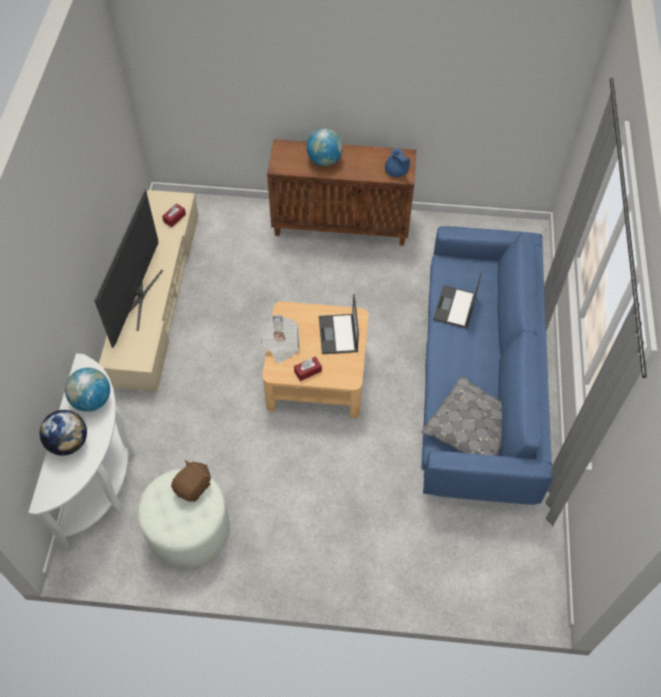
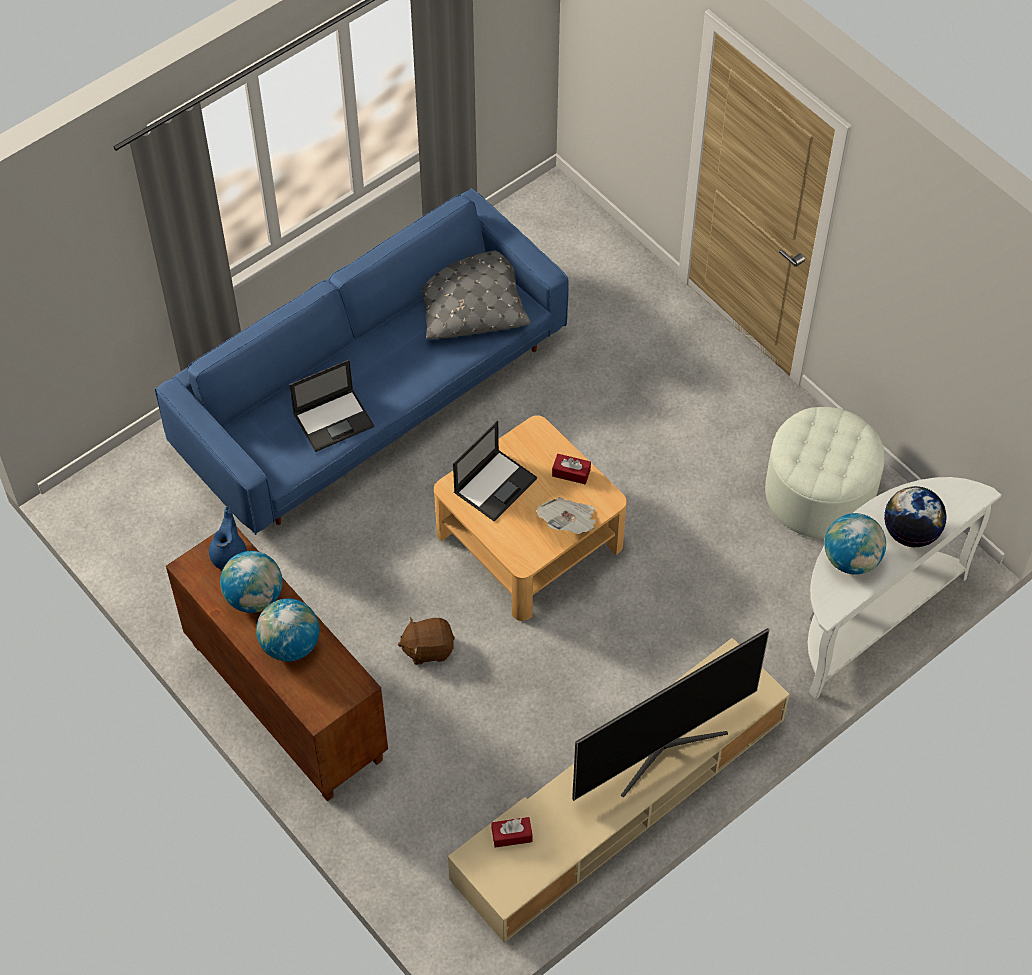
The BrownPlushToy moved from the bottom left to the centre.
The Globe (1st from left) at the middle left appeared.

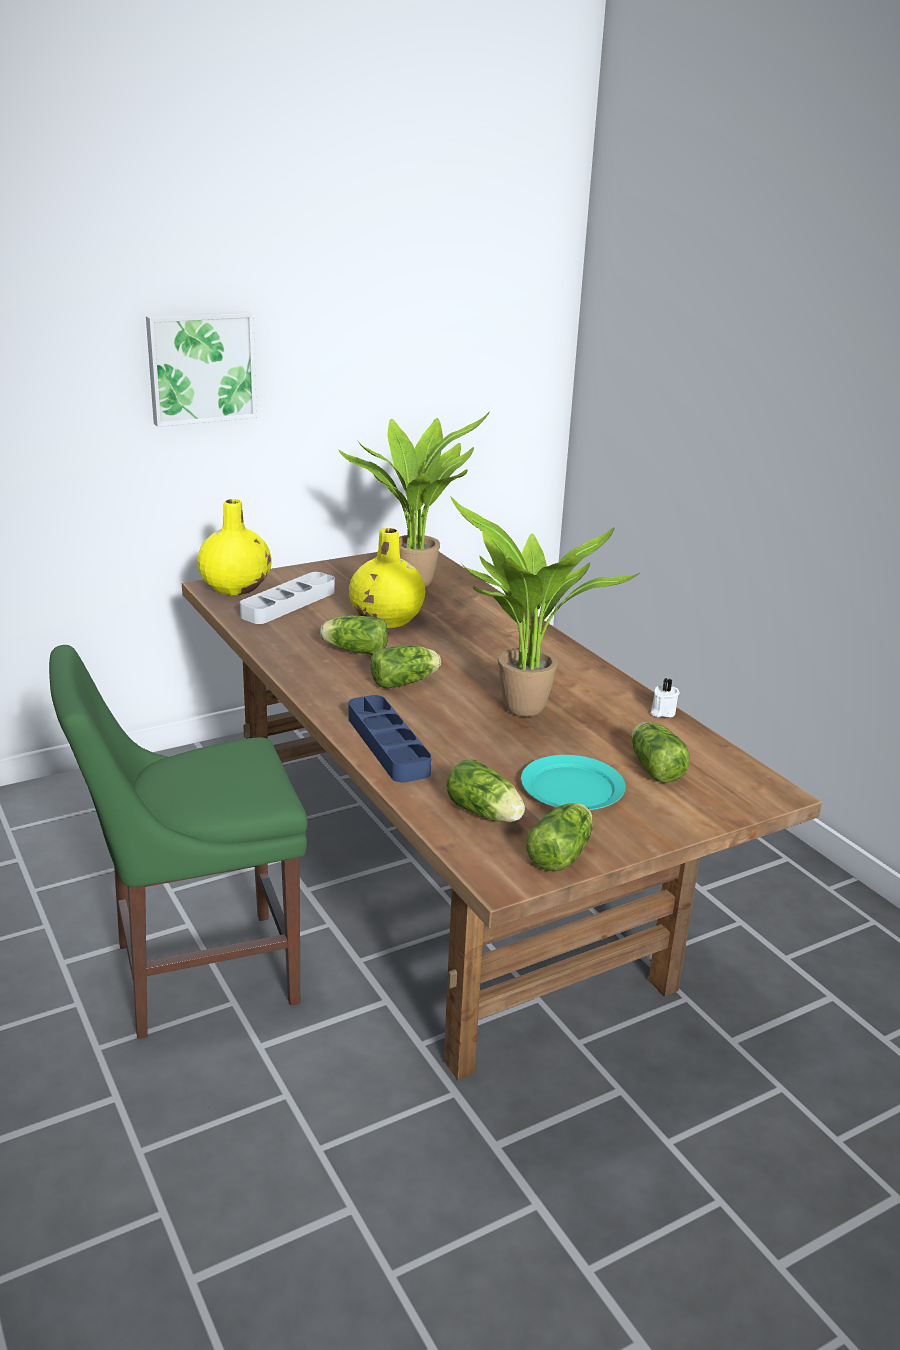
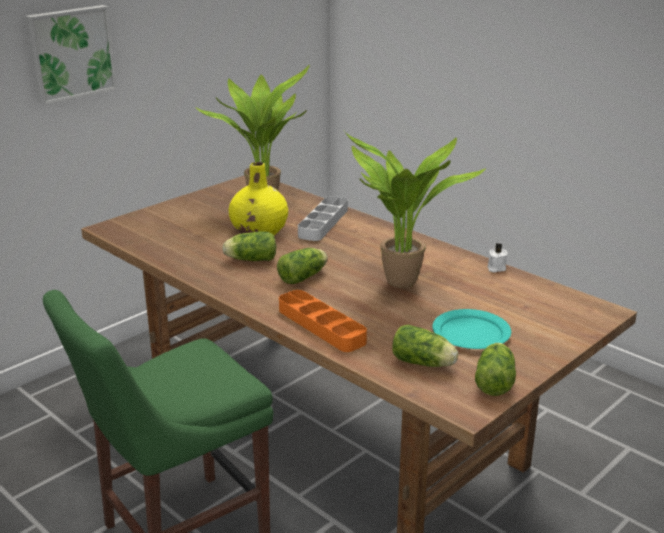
The YellowVase (1st from left) at the middle left disappeared.
The GreyTray moved from the middle left to the centre.
The BlueTray at the centre became the OrangeTray at the centre.
The Lettuce (5th from left) at the middle right disappeared.

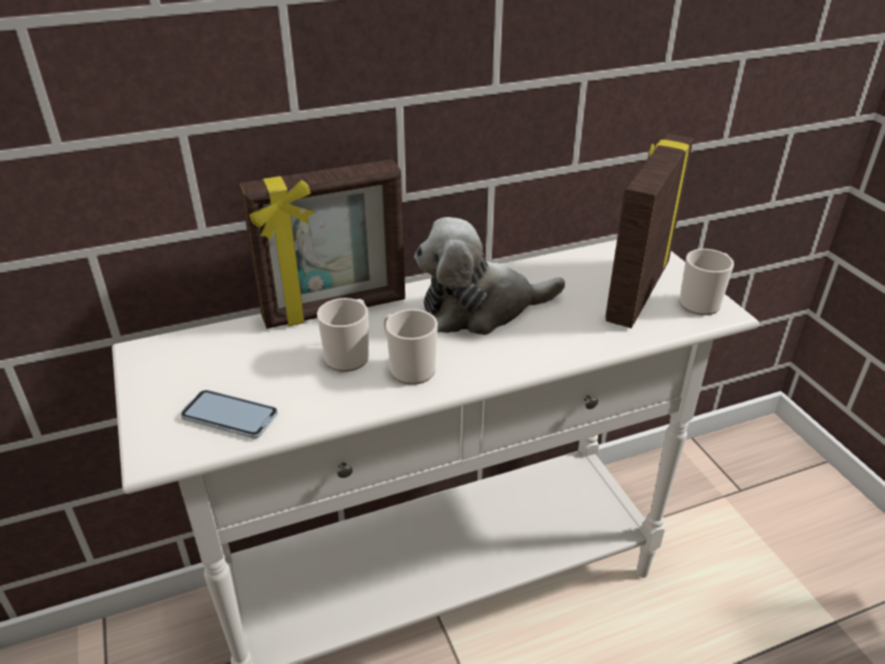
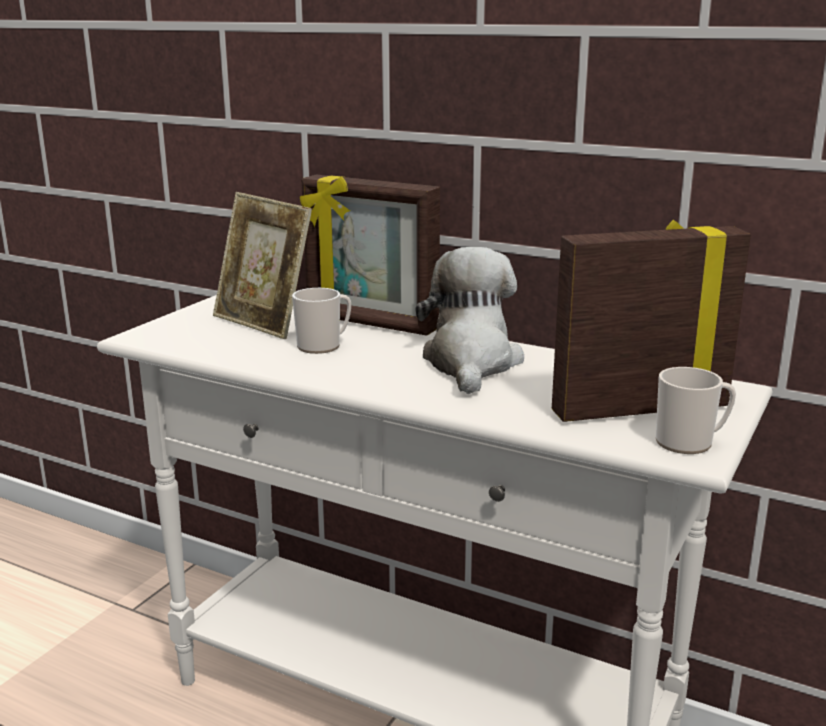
The PlushToy at the centre turned 60 degrees clockwise.
The Mug (2nd from left) at the centre disappeared.
The Phone at the middle left disappeared.
The PictureFrame (1st from left) at the middle left appeared.

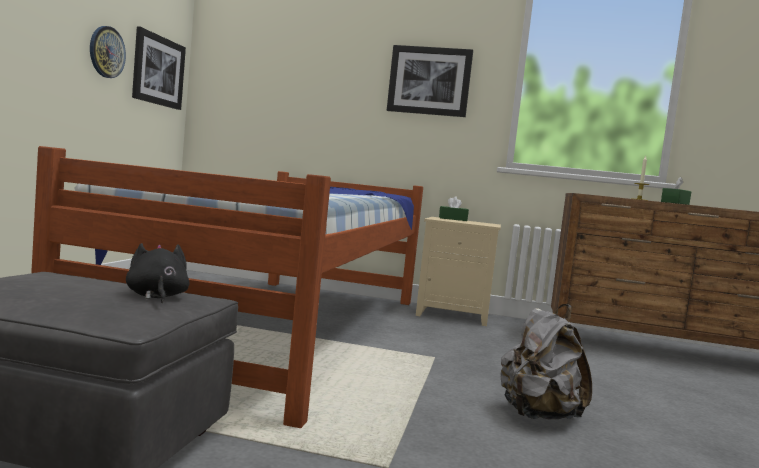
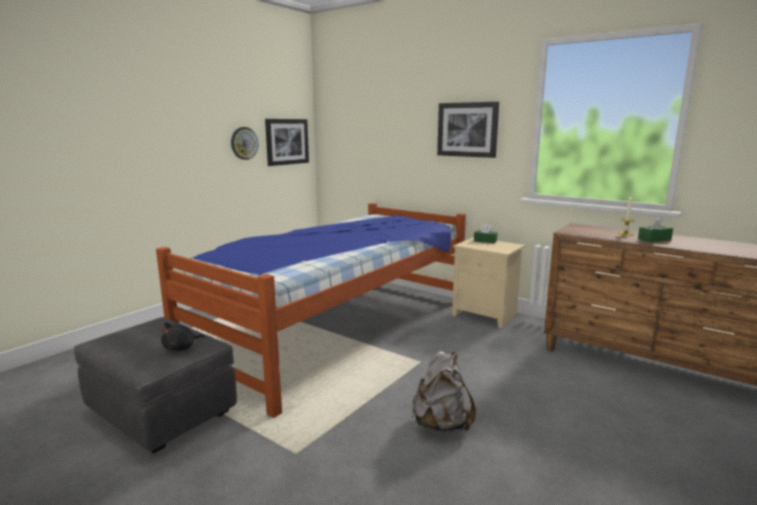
The BlackPlushToy at the middle left turned 135 degrees counterclockwise.

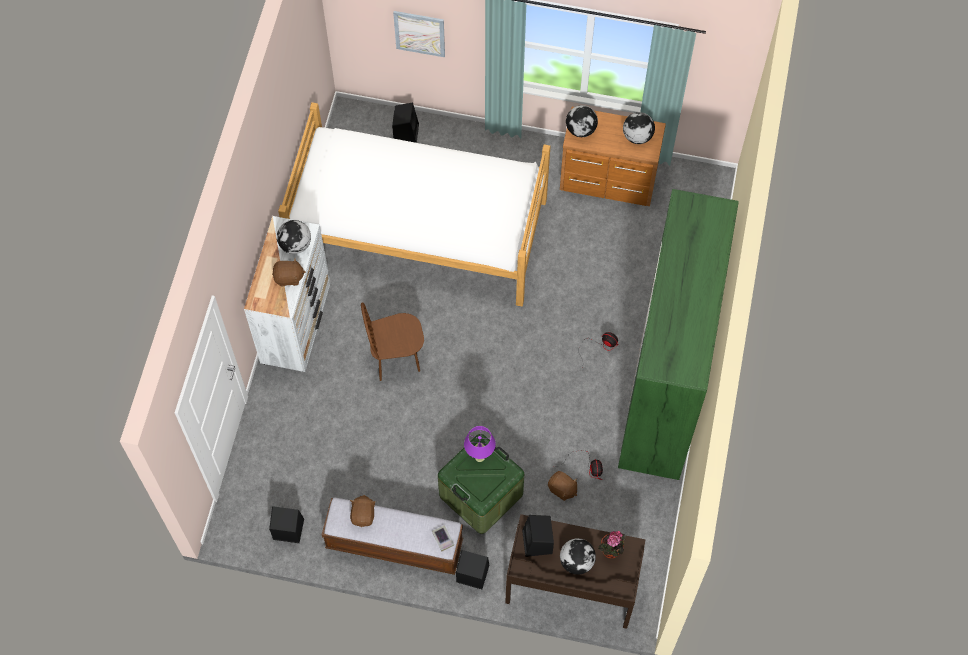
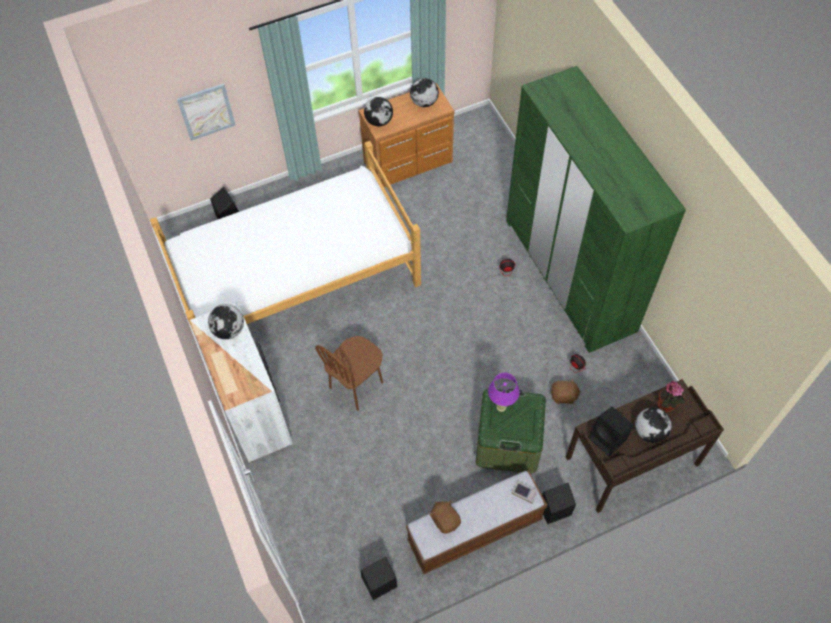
The BrownPlushToy (1st from left) at the middle left disappeared.

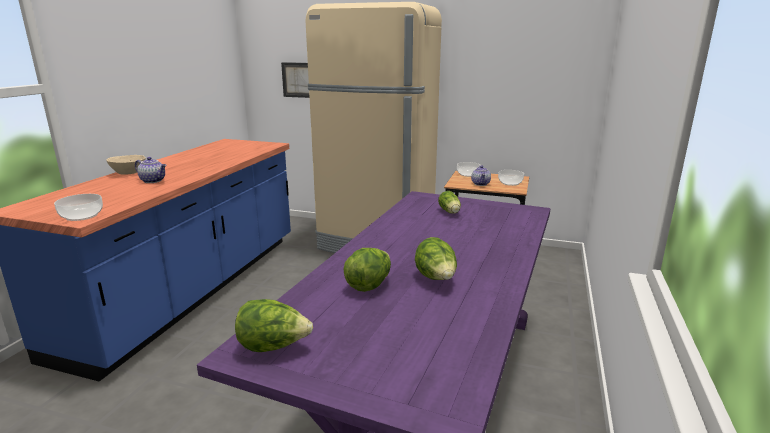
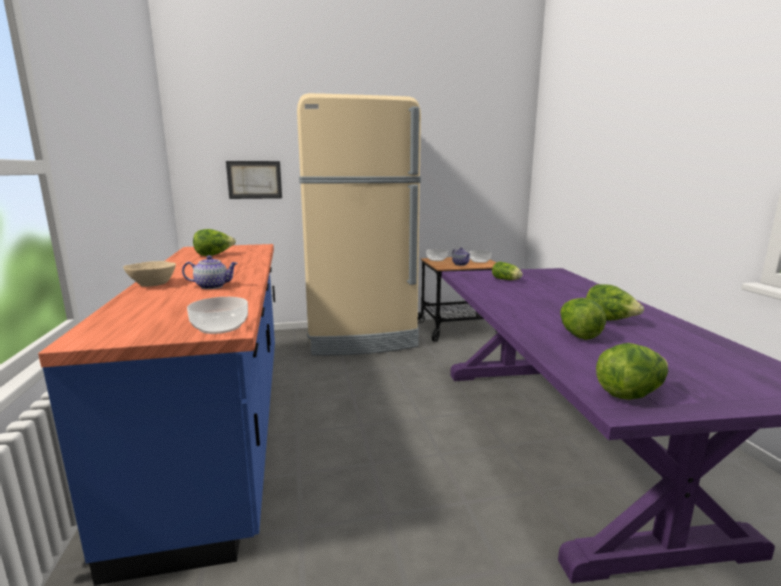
The Lettuce (1st from left) at the middle left appeared.

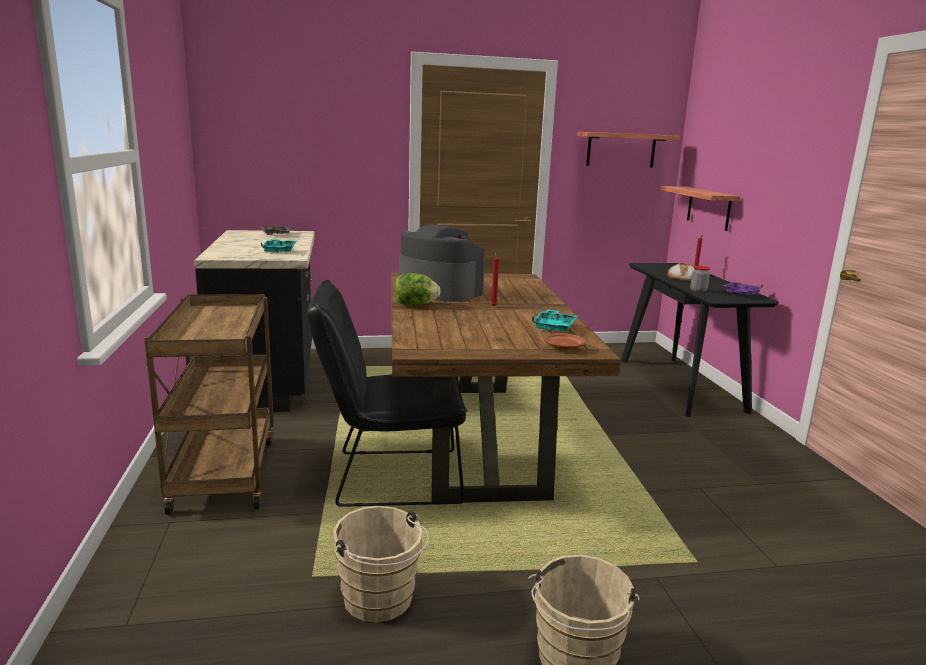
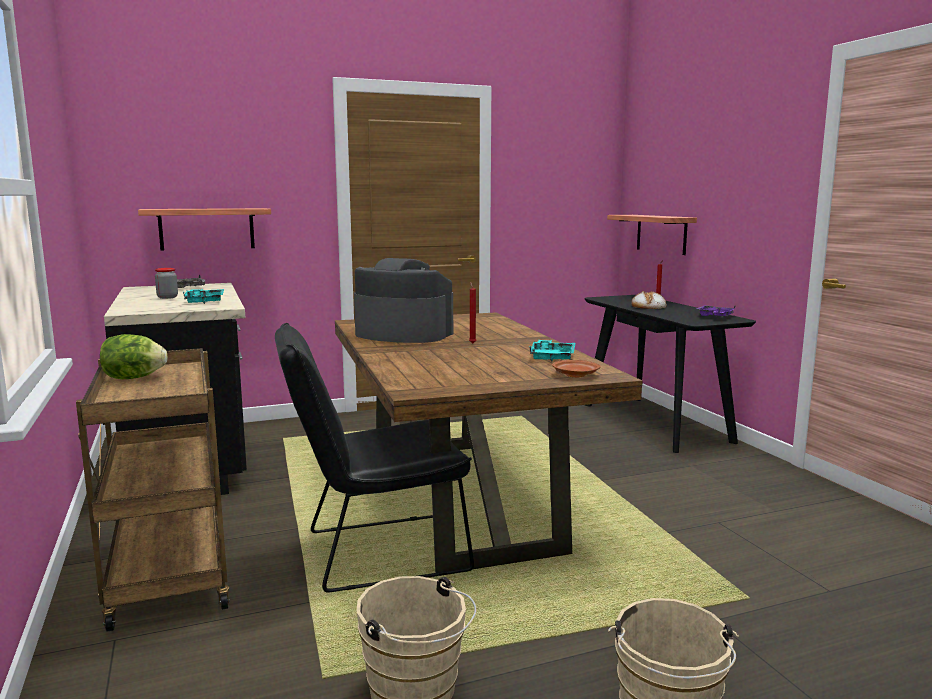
The Shelf (1st from left) moved from the top right to the top left.
The Jar moved from the middle right to the middle left.
The Lettuce moved from the centre to the middle left.

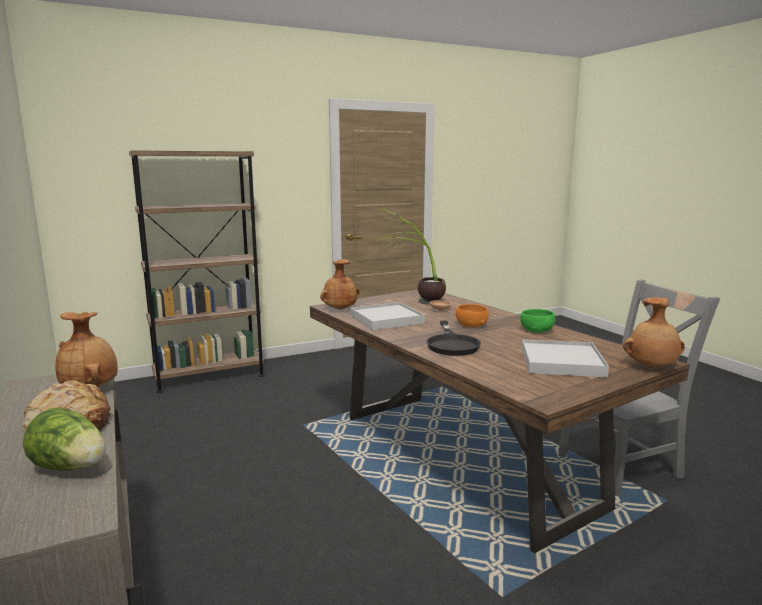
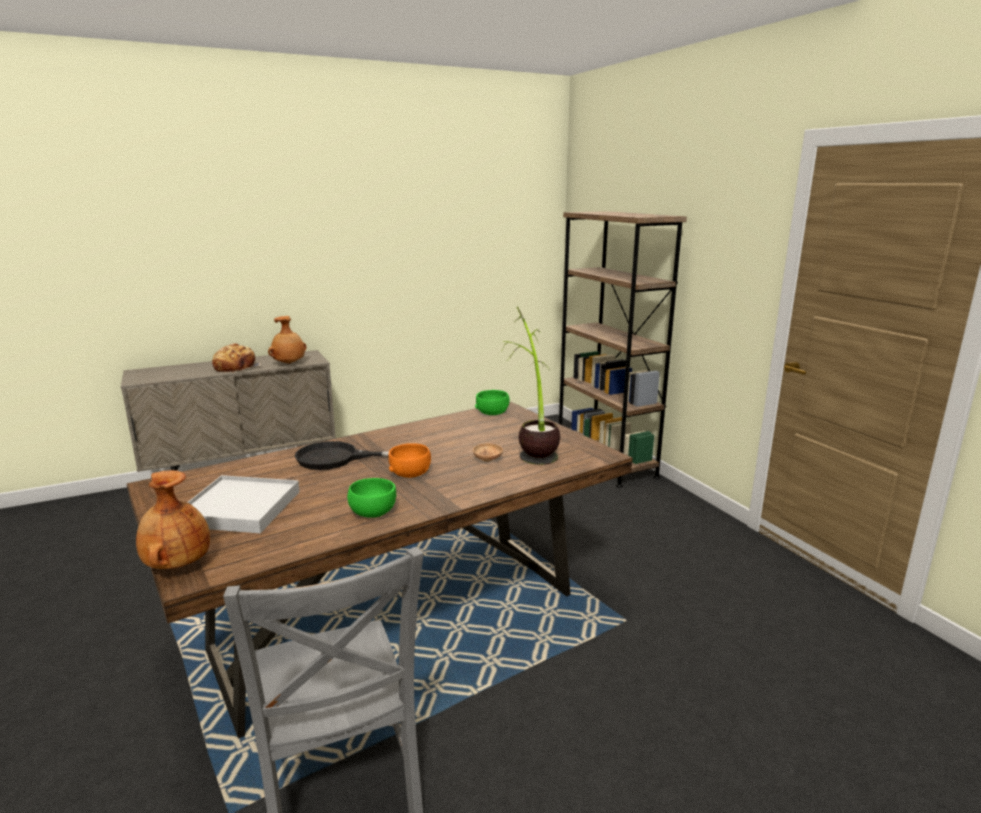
The BrownVase (2nd from left) at the centre was replaced by the GreenBowl (2nd from left) at the centre.
The WhiteTray (1st from left) at the centre disappeared.
The Lettuce at the bottom left disappeared.

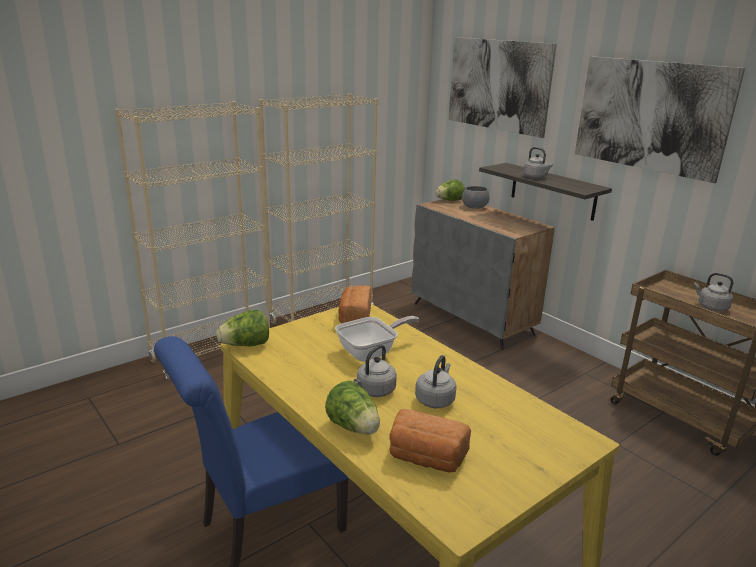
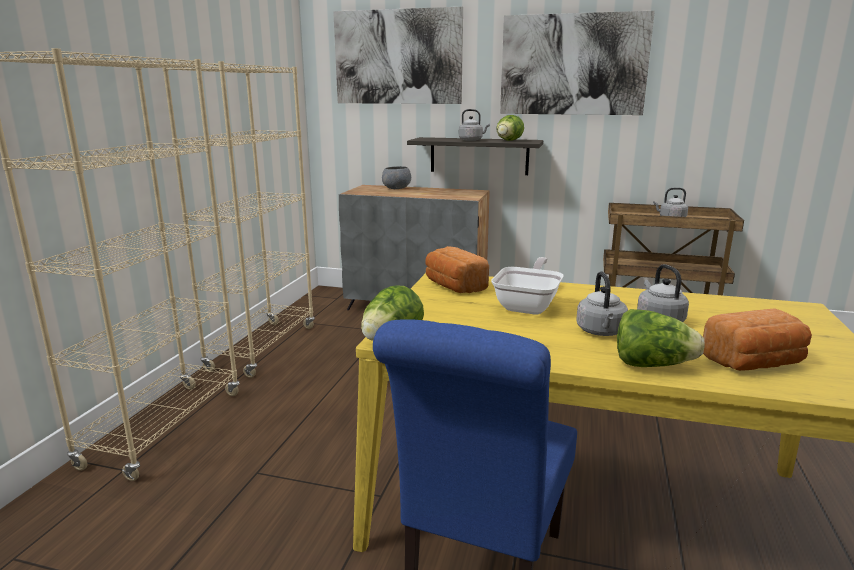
The Lettuce (3rd from left in the first image) moved from the centre to the top centre.

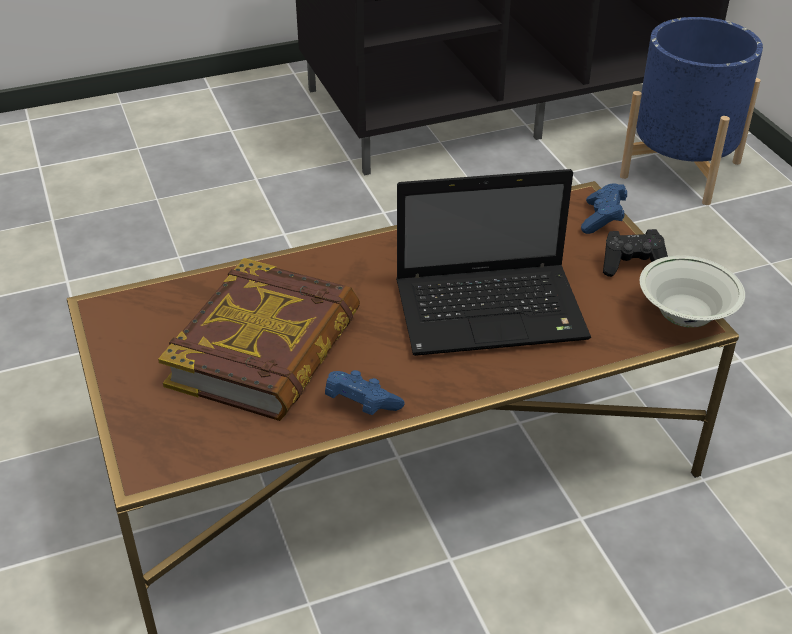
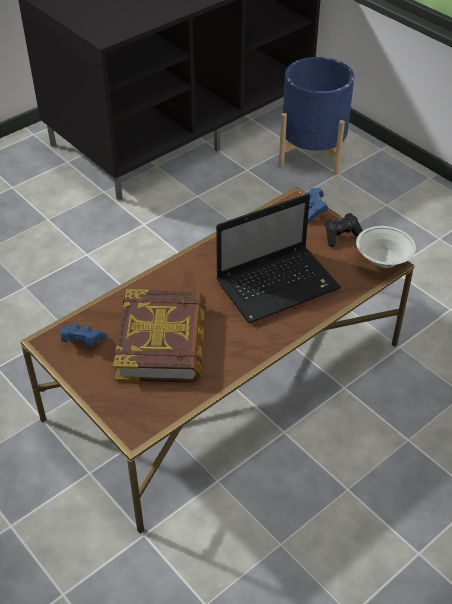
The BlueGameController (1st from left) moved from the centre to the middle left.

